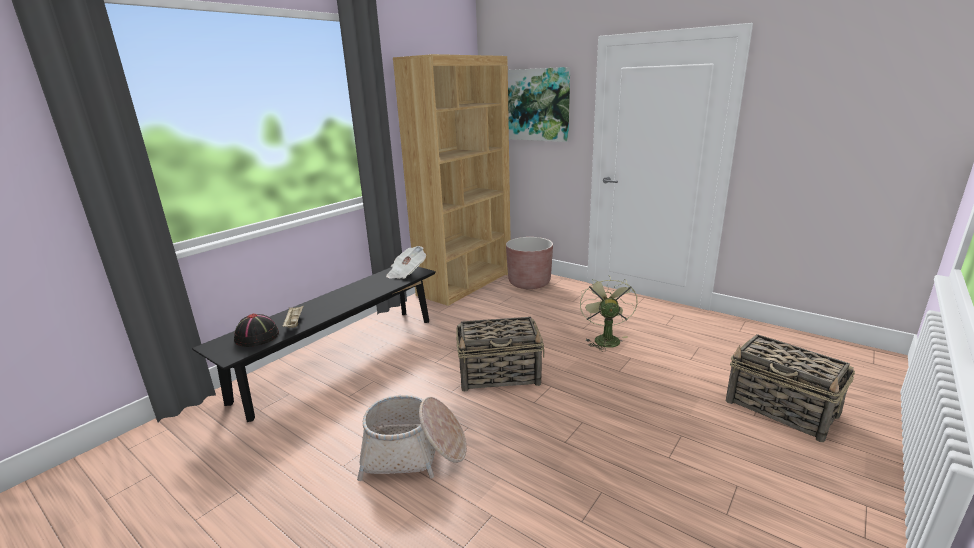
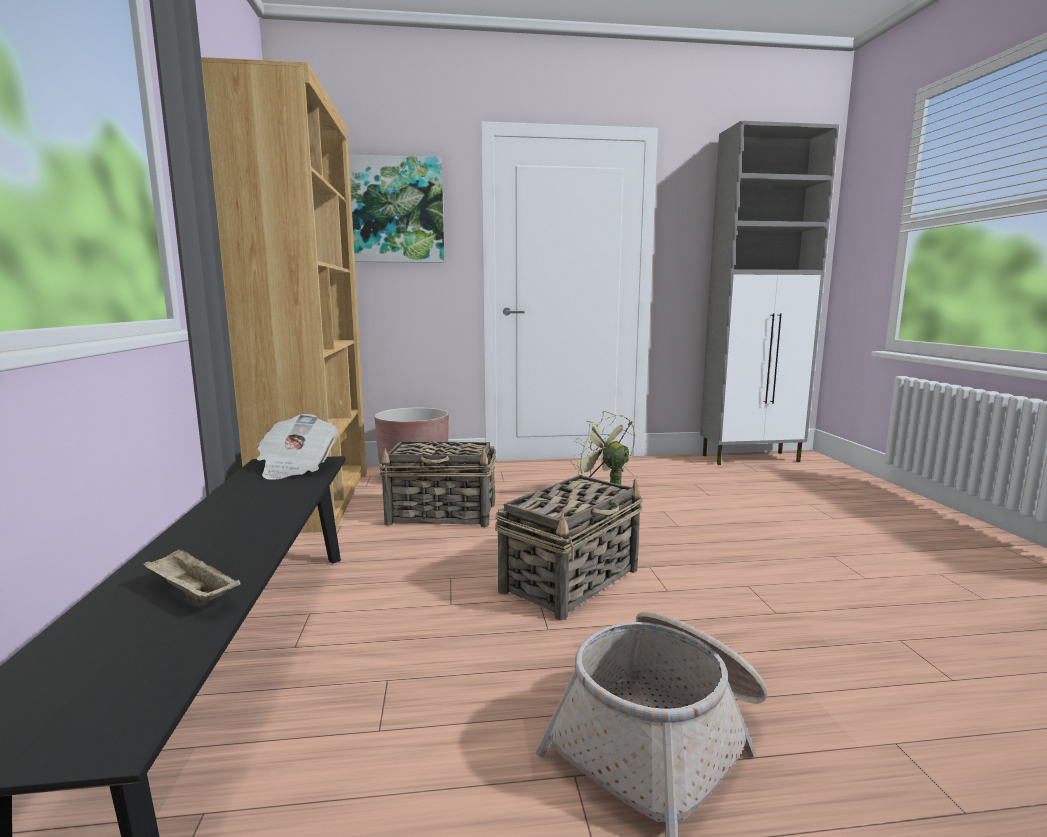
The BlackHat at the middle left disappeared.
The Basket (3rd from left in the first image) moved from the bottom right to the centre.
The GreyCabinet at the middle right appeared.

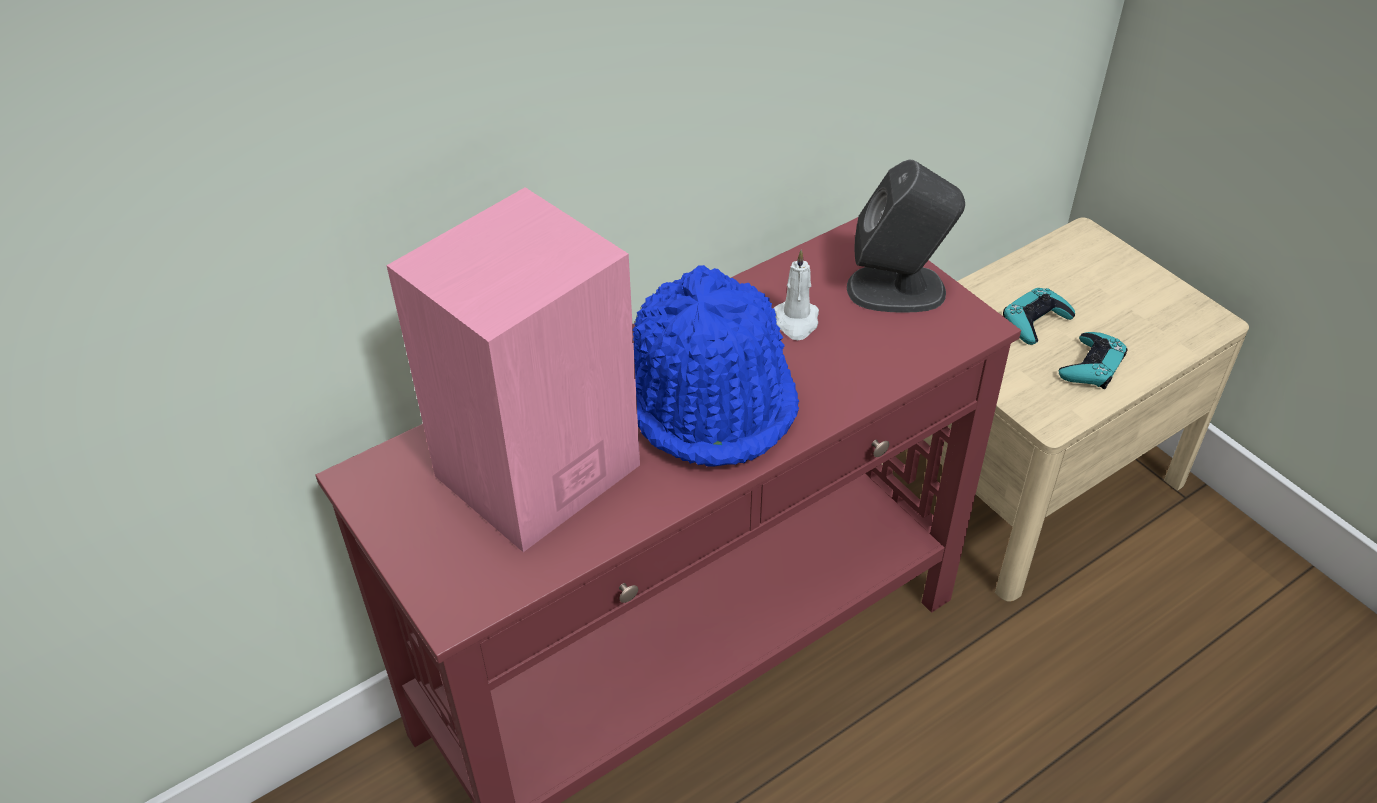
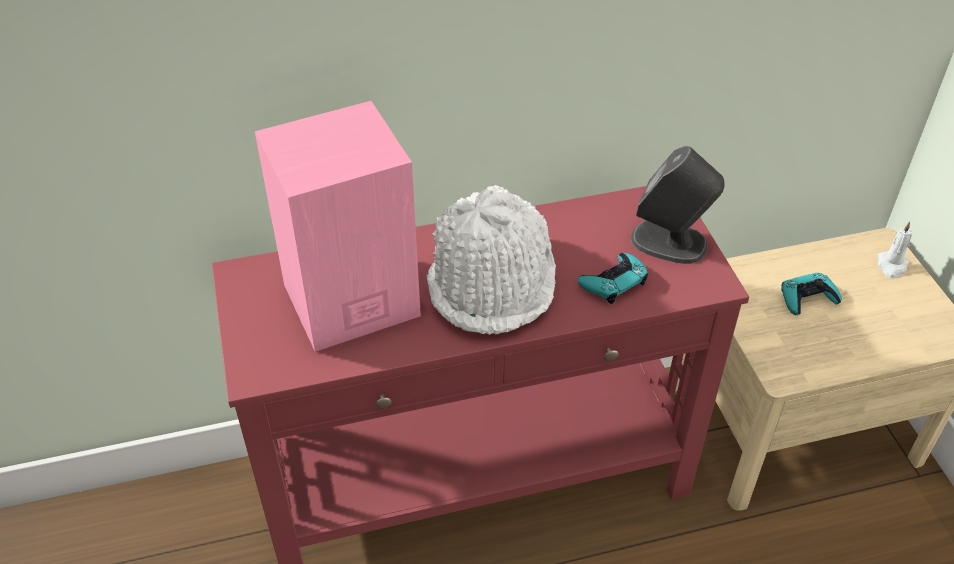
The WhiteCandle moved from the centre to the middle right.
The BlueHat at the centre became the WhiteHat at the centre.
The TurquoiseGameController (2nd from left in the first image) moved from the middle right to the centre.

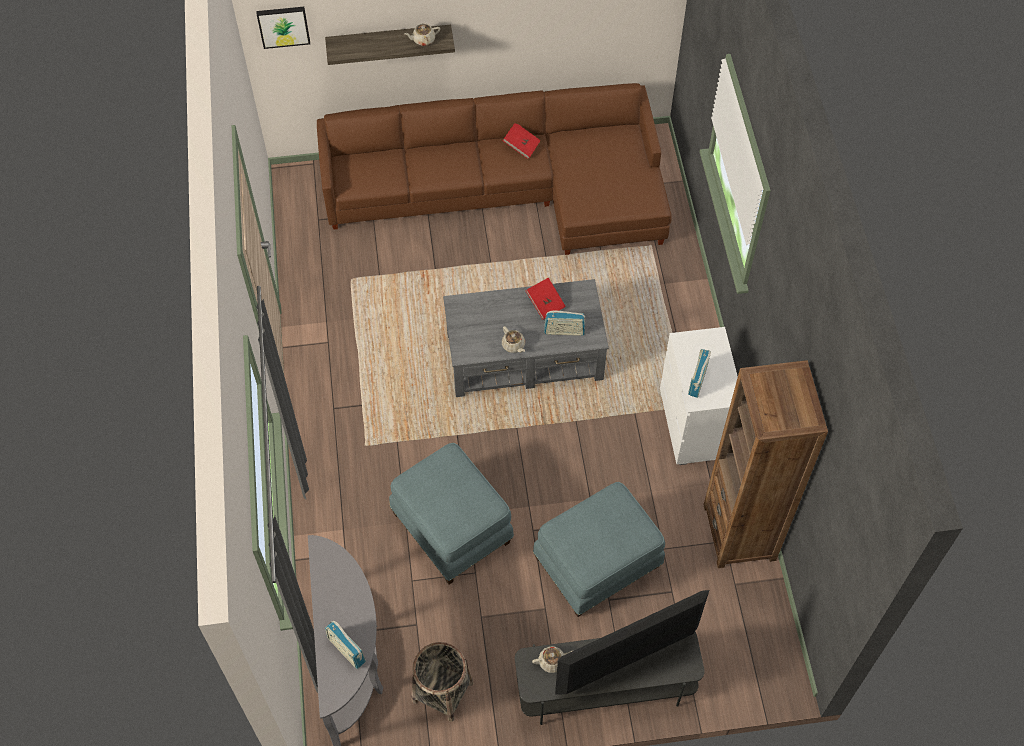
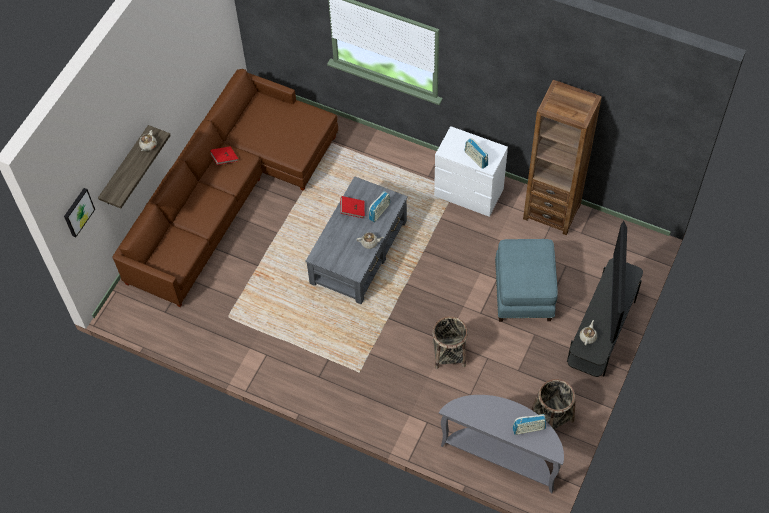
The BlueOttoman (1st from left) at the bottom centre was replaced by the Basket (1st from left) at the bottom centre.

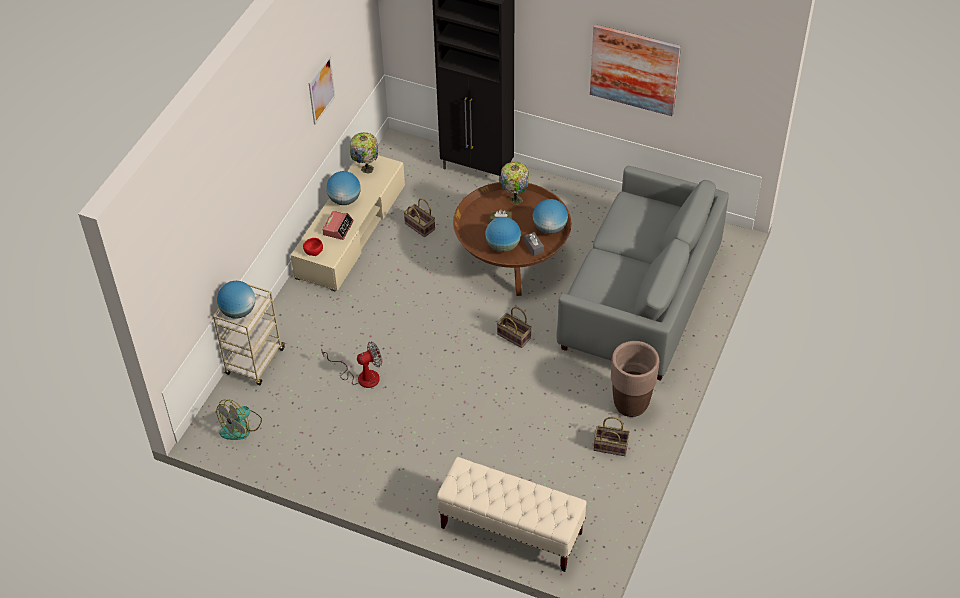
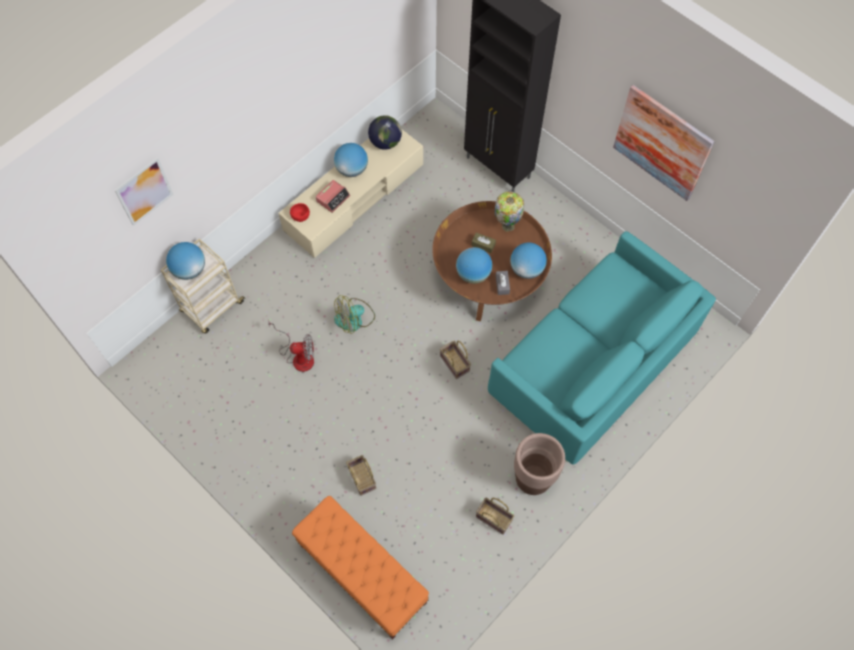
The Picture (1st from left) moved from the top centre to the top left.
The TableLamp (1st from left) at the top centre was replaced by the Globe (3rd from left) at the top centre.
The GreySofa at the middle right became the TurquoiseSofa at the middle right.
The Basket (1st from left) moved from the centre to the bottom centre.
The Fan (1st from left in the first image) moved from the bottom left to the centre.
The BeigeBench at the bottom centre became the OrangeBench at the bottom centre.

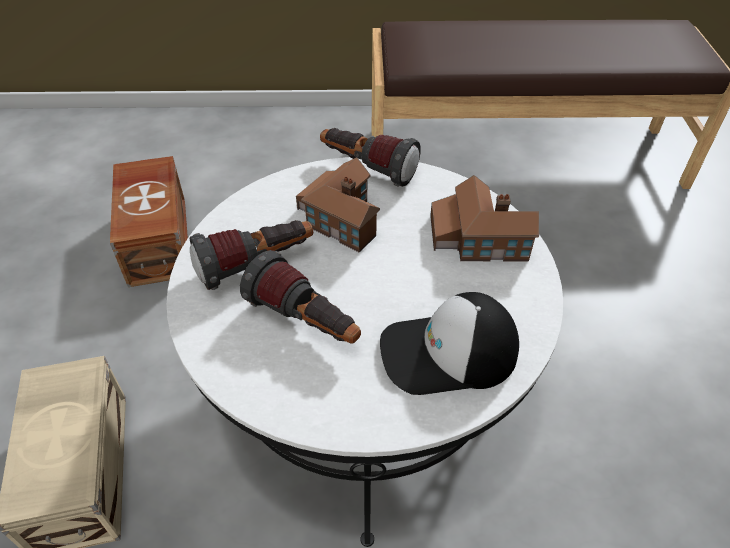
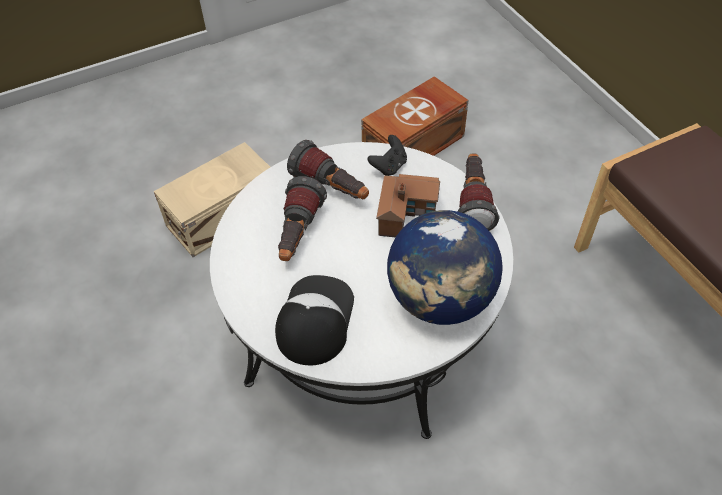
The ToyHouse (2nd from left) at the centre was replaced by the Globe at the centre.
The Cap at the centre turned 45 degrees clockwise.
The BlackGameController at the top centre appeared.

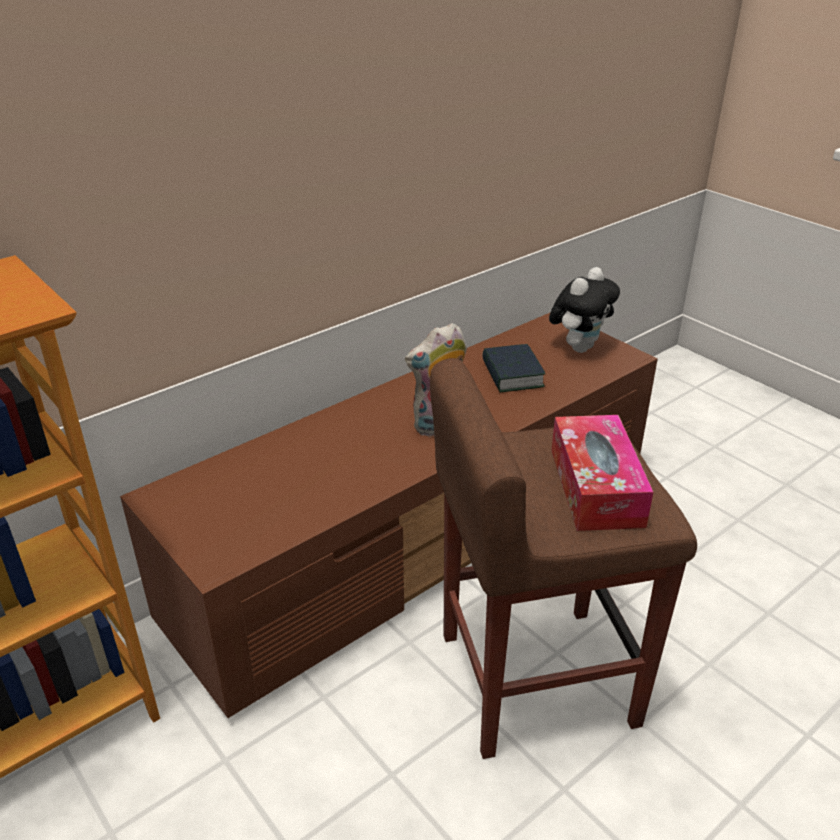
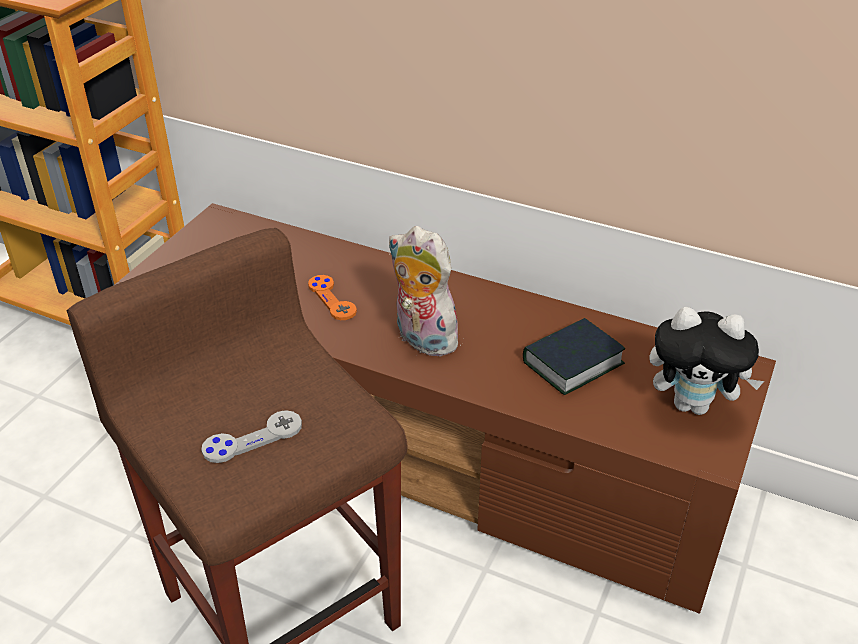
The TissueBox at the middle right was replaced by the GreyGameController at the bottom left.
The OrangeGameController at the centre appeared.

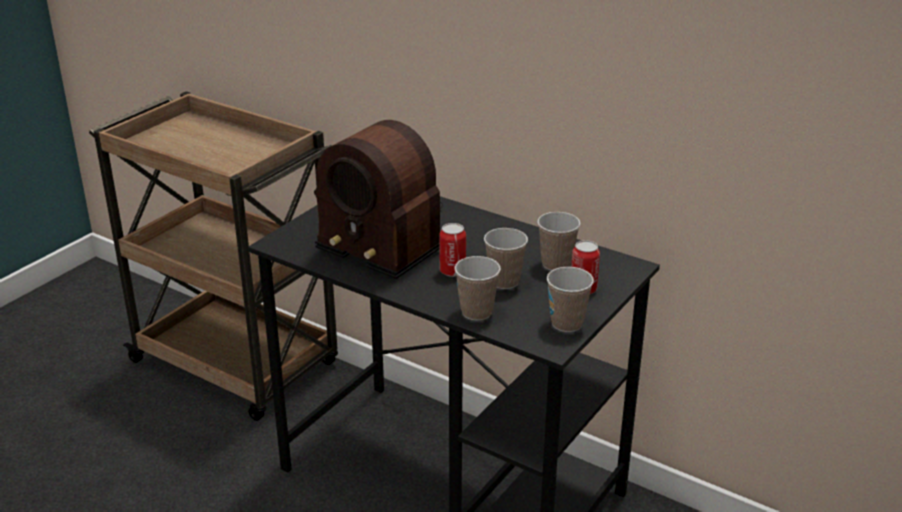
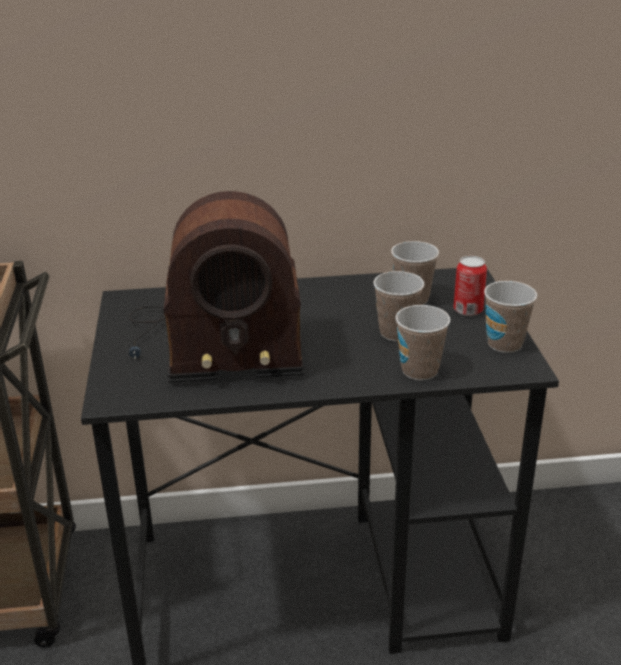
The Can (1st from left) at the centre disappeared.

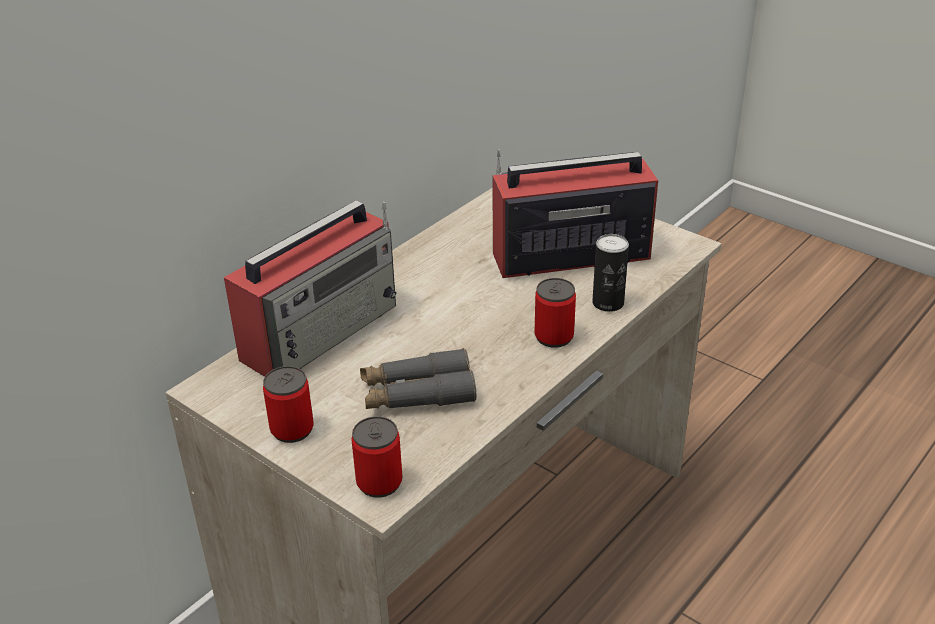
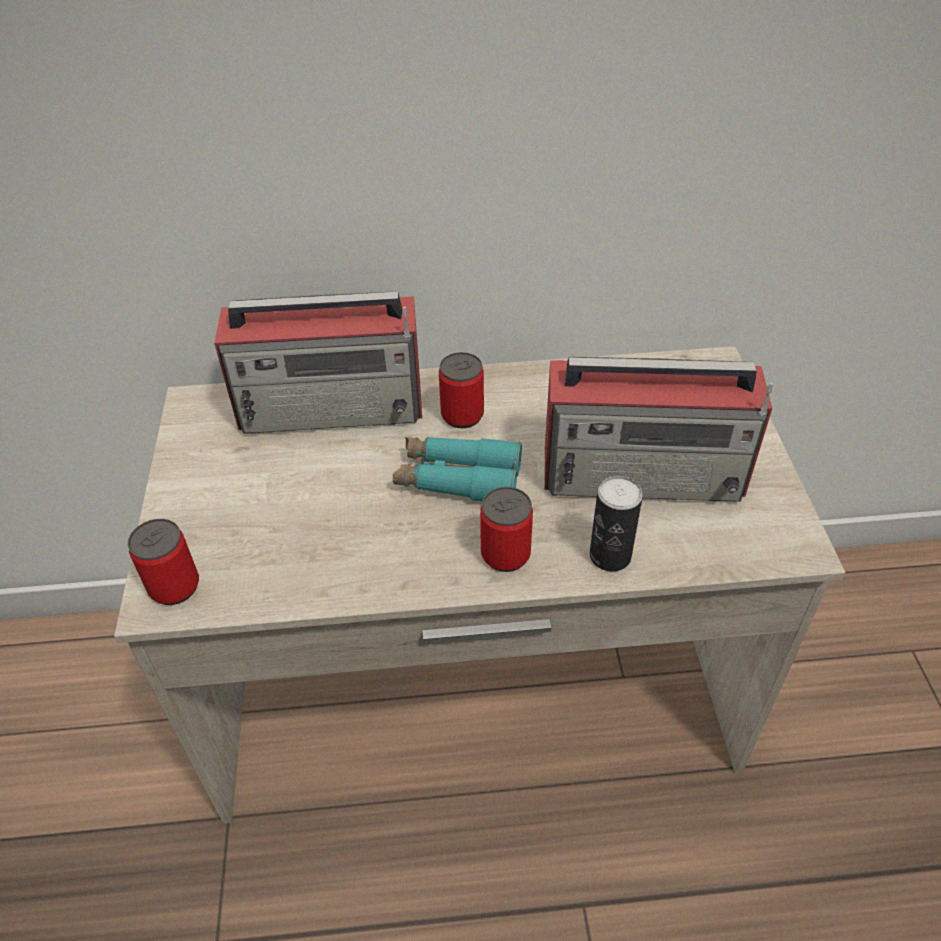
The Radio (2nd from left) at the centre turned 150 degrees clockwise.
The GreyBinoculars at the centre disappeared.
The Can (1st from left in the first image) moved from the middle left to the centre.
The TurquoiseBinoculars at the centre appeared.

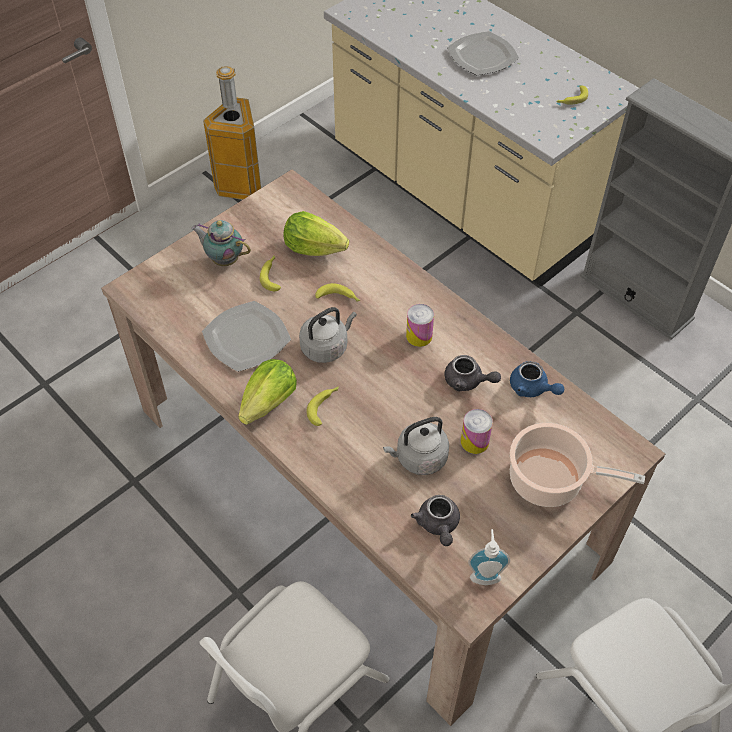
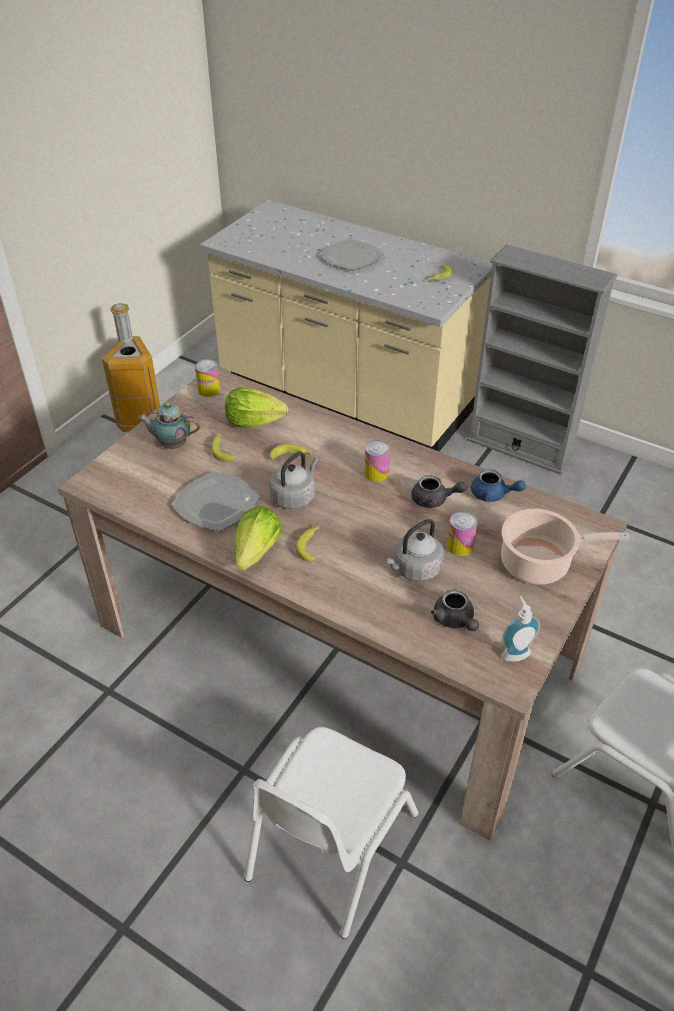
The Can (1st from left) at the middle left appeared.

